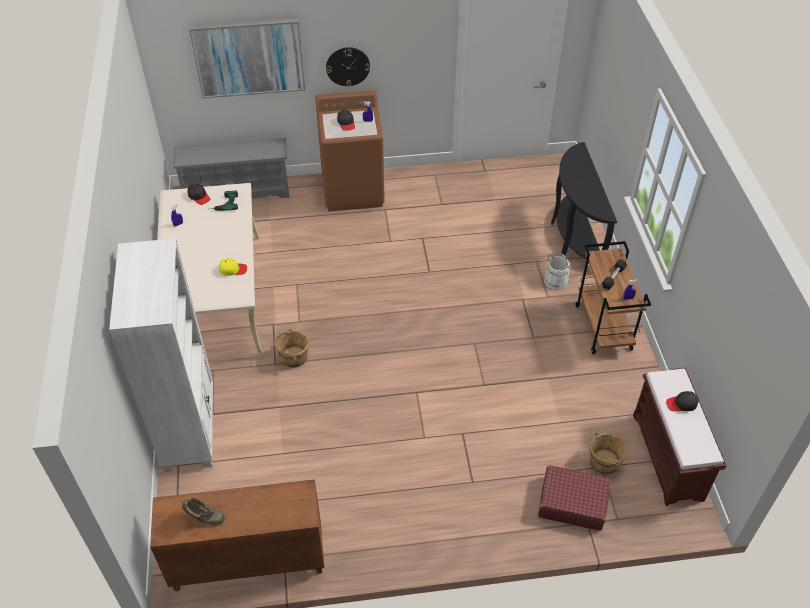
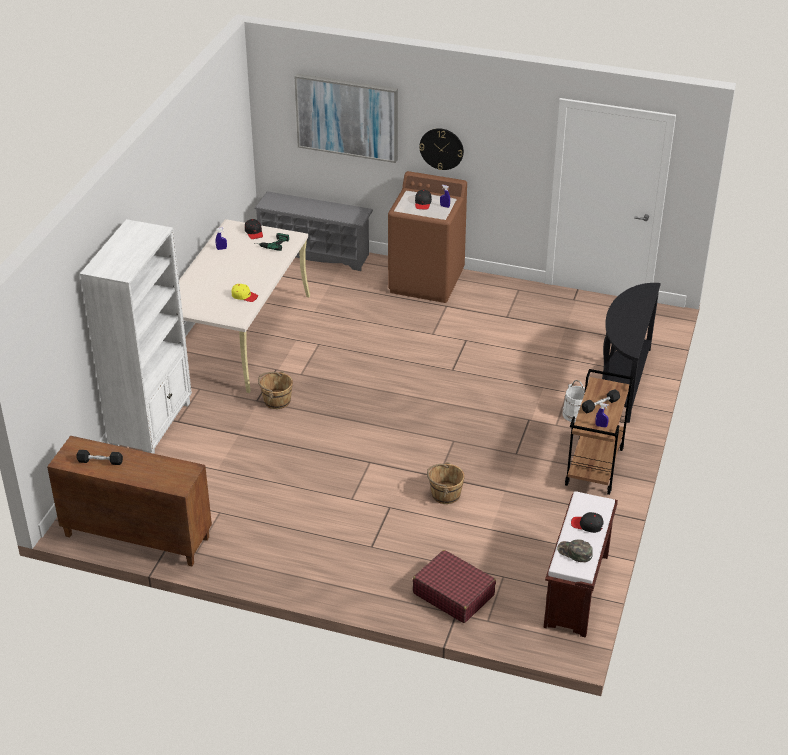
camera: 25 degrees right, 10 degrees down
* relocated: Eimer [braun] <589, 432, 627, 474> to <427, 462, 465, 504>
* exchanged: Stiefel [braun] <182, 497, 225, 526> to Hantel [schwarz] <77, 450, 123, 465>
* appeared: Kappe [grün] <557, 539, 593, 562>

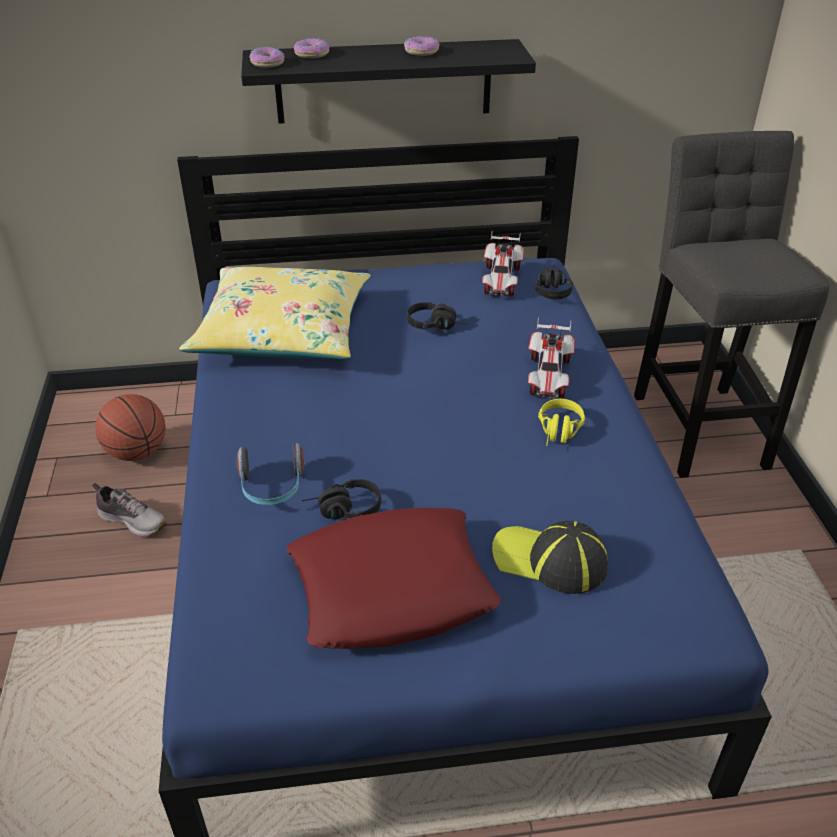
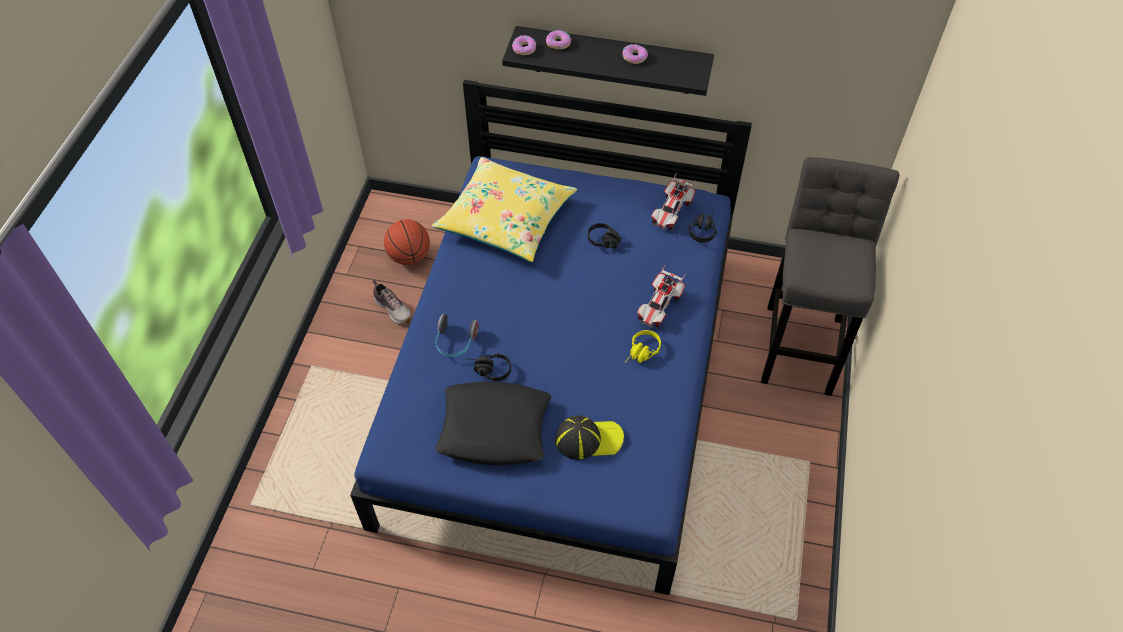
camera: 20 degrees right, 15 degrees up
* colour: Kissen [rot] <287, 508, 501, 649> to Kissen [schwarz] <435, 381, 551, 465>
* spun: Kappe <492, 521, 608, 594> = <555, 415, 624, 460> 135 degrees clockwise

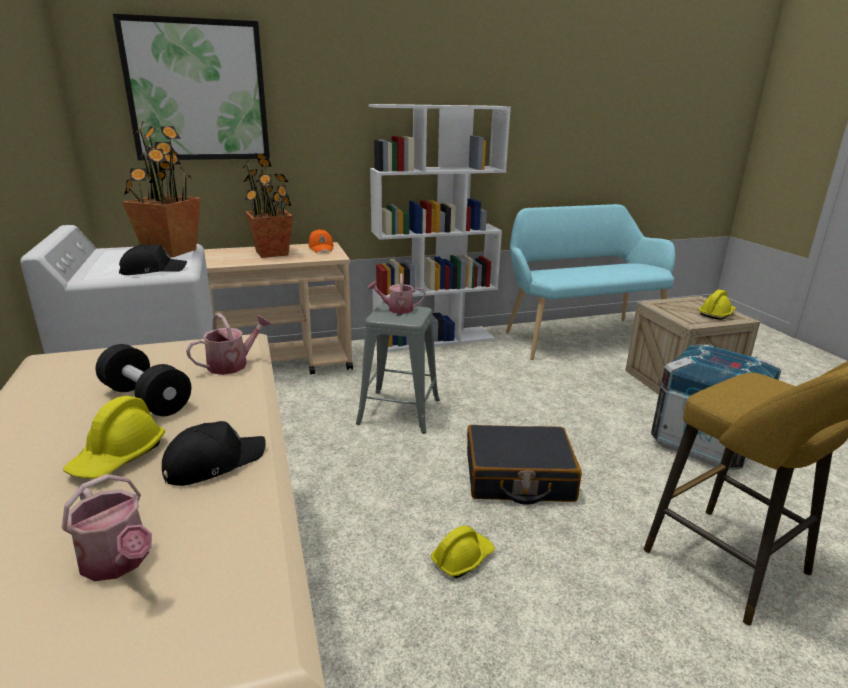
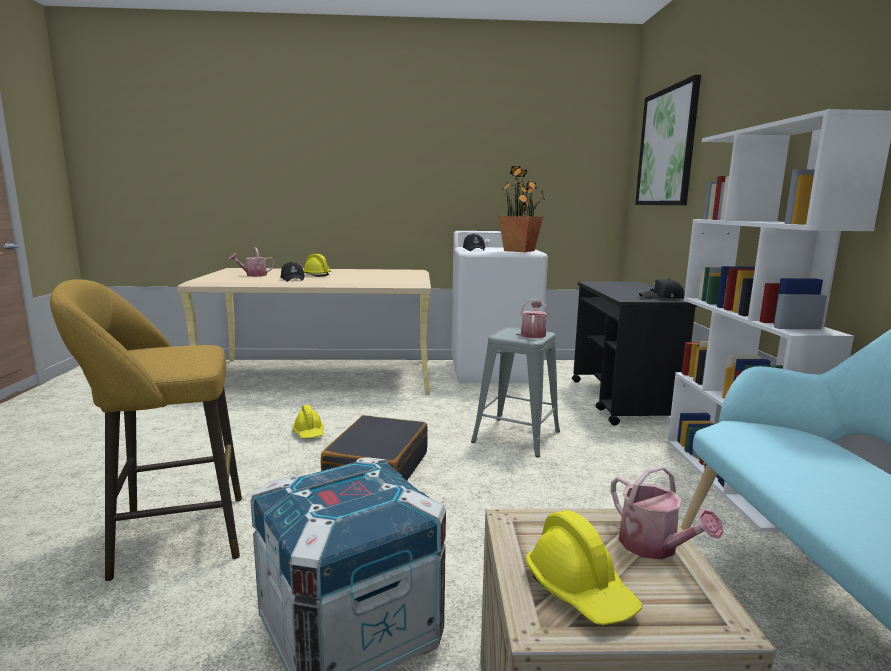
camera: 105 degrees right, 10 degrees down
* missing: Topfpflanze <242, 153, 293, 258>
* colour: Kappe [orange] <308, 229, 334, 253> to Kappe [schwarz] <639, 278, 685, 299>
* colour: Rollwagen [beige] <204, 242, 353, 374> to Rollwagen [schwarz] <572, 281, 697, 426>
* relocated: Gießkanne <186, 313, 271, 375> to <611, 466, 724, 560>
* missing: Hantel [schwarz] <96, 344, 191, 416>

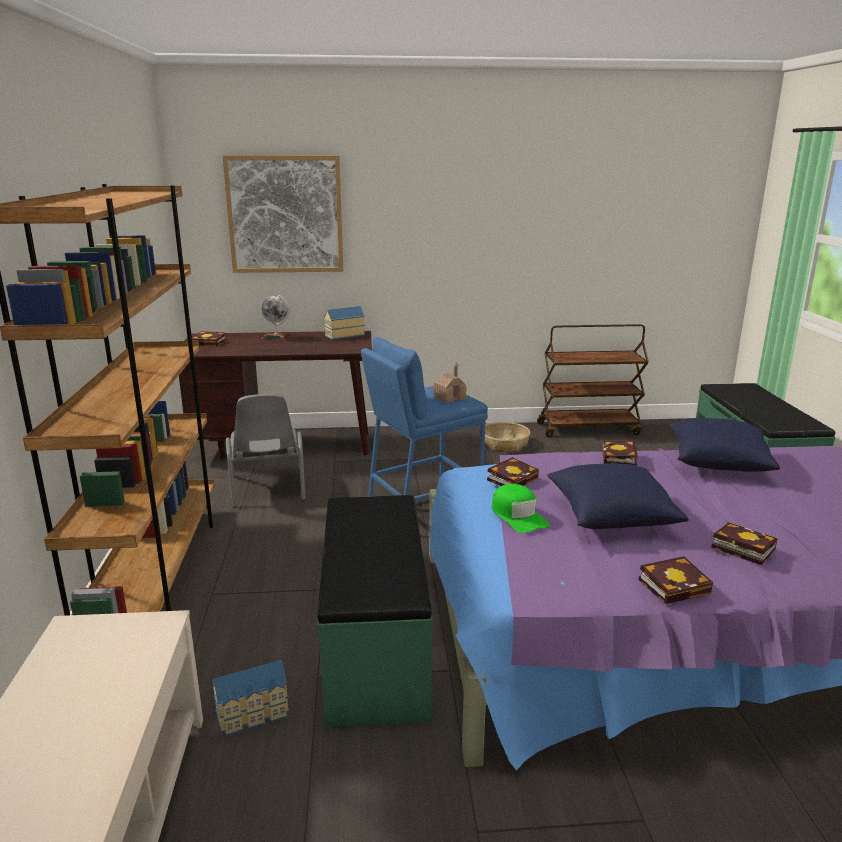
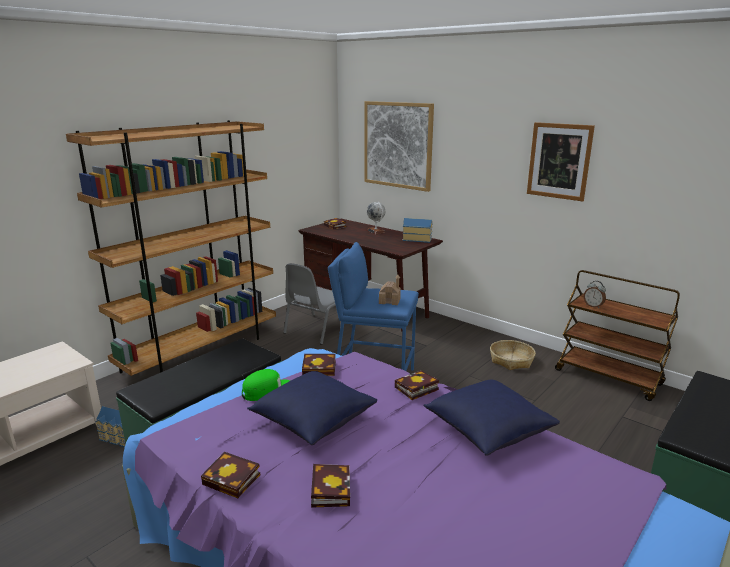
camera: 45 degrees right, 0 degrees up
* spun: Kappe [grün] <492, 484, 550, 533> = <242, 369, 290, 401> 135 degrees counterclockwise
* appeared: Bild <527, 122, 595, 201>
* appeared: Wecker <584, 281, 606, 308>

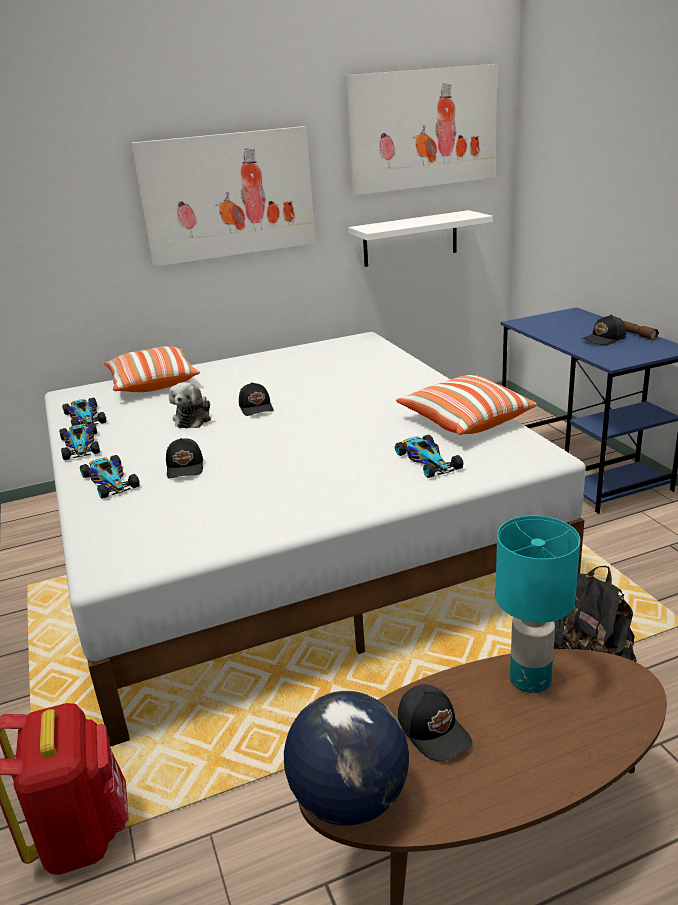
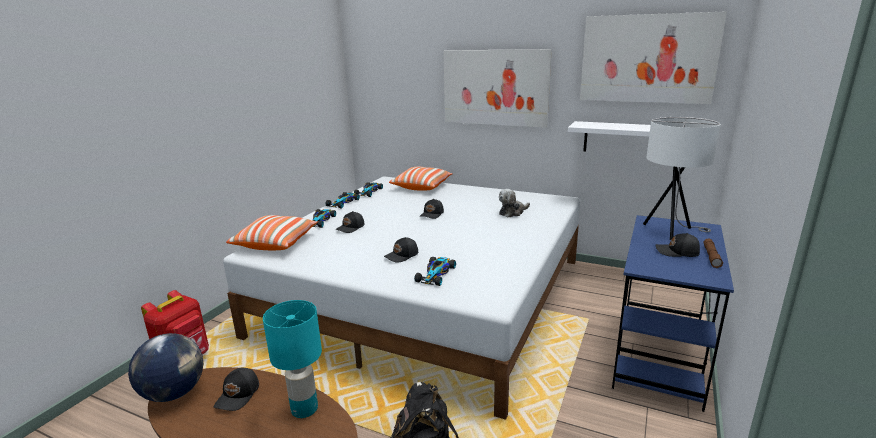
camera: 45 degrees right, 5 degrees down
* relocated: Kissen <396, 375, 537, 435> to <226, 215, 318, 250>
* relocated: Plüschtier <169, 382, 211, 428> to <499, 189, 530, 218>
* appeared: Tischlampe [weiß] <643, 117, 721, 240>
* appeared: Kappe [schwarz] <384, 237, 418, 262>

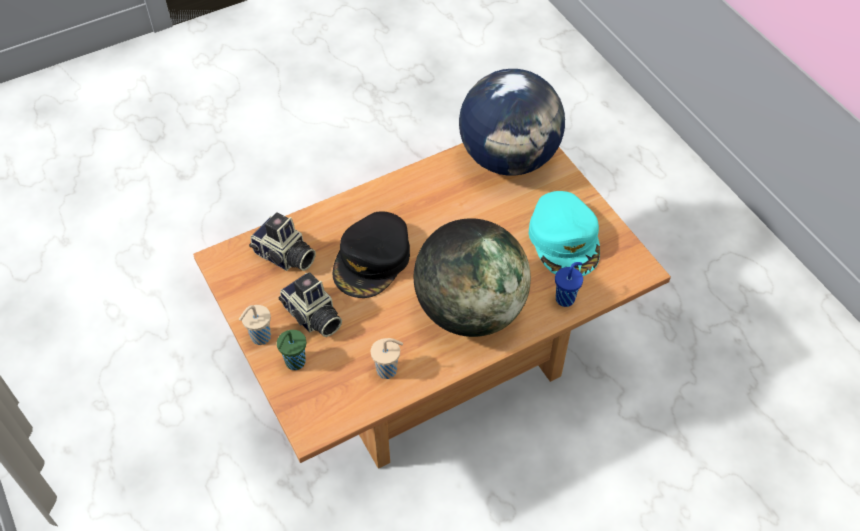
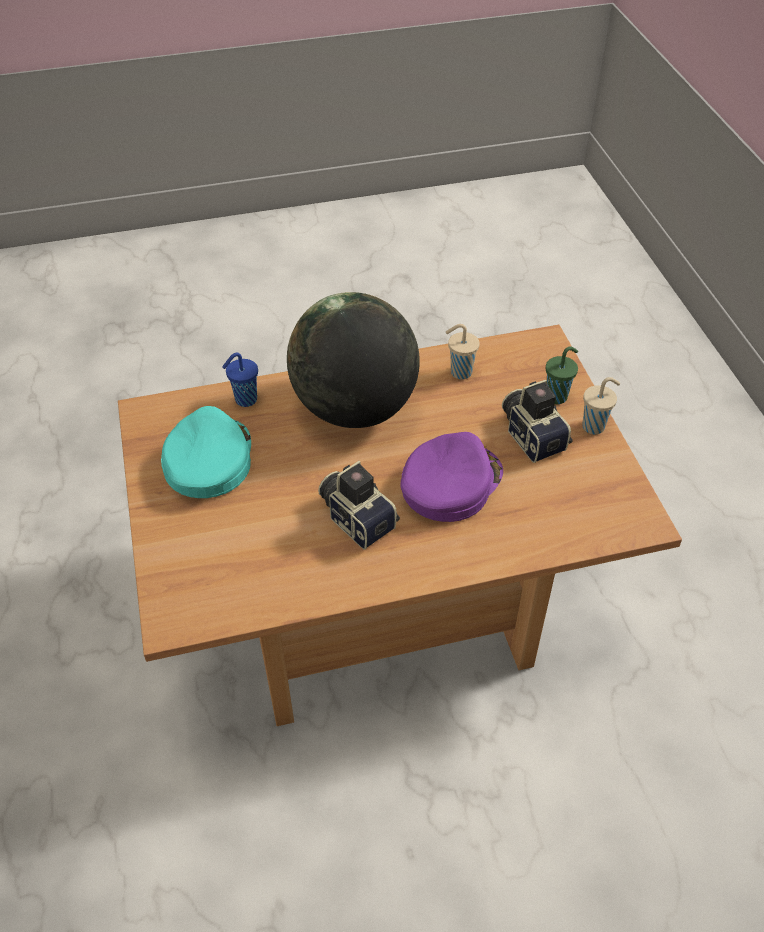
camera: 165 degrees left, 5 degrees down
* missing: Globus <459, 69, 565, 176>
* colour: Kappe [schwarz] <332, 211, 410, 298> to Kappe [lila] <400, 432, 503, 522>
* relocated: Kamera <249, 212, 316, 271> to <318, 461, 400, 550>

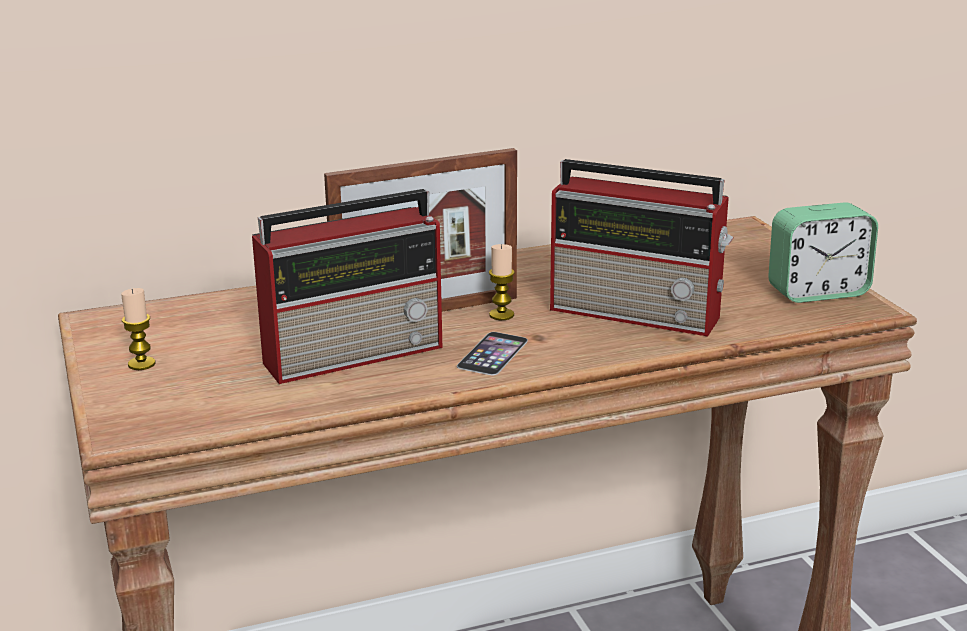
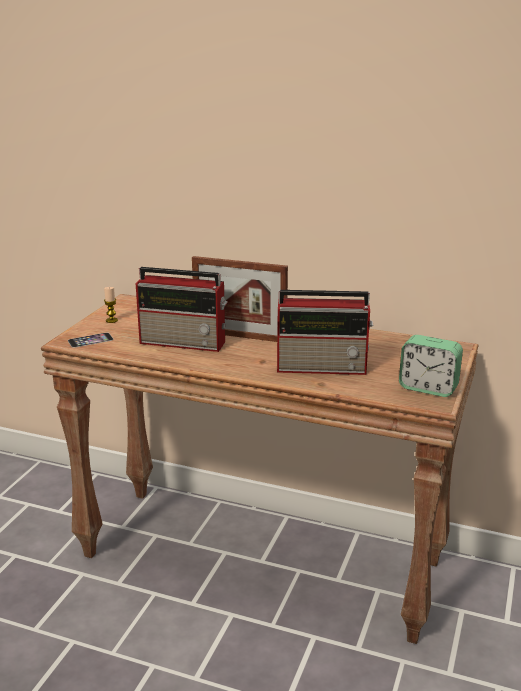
camera: 40 degrees right, 0 degrees up
* spun: Radio <550, 159, 733, 337> = <277, 290, 373, 375> 60 degrees counterclockwise
* missing: Kerze <489, 244, 515, 320>
* relocated: Handy <457, 332, 528, 375> to <68, 333, 114, 348>

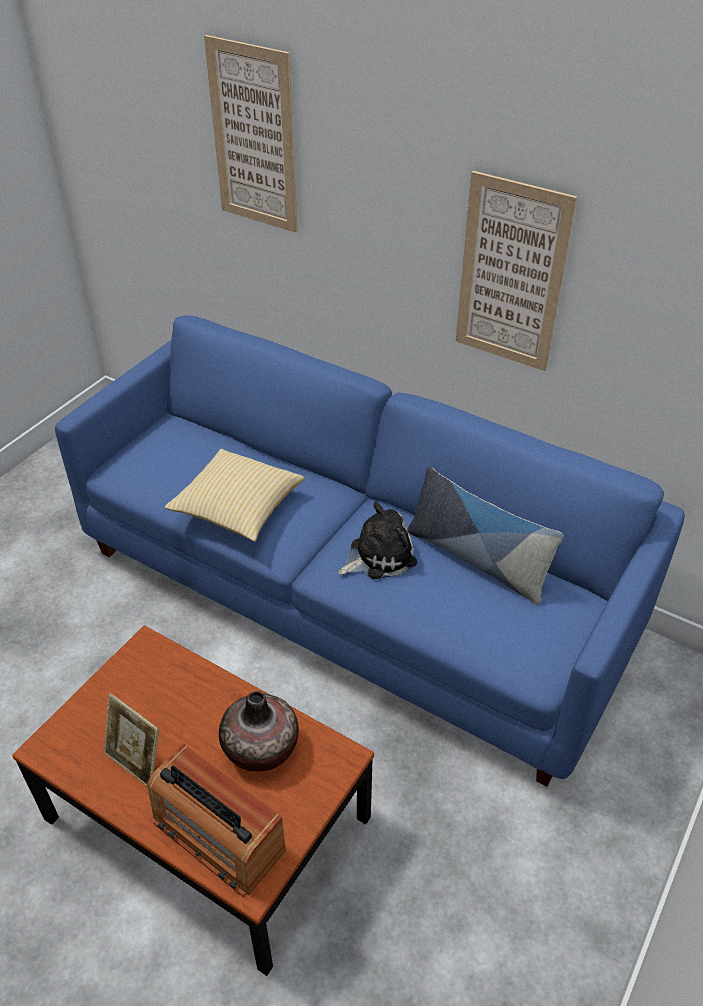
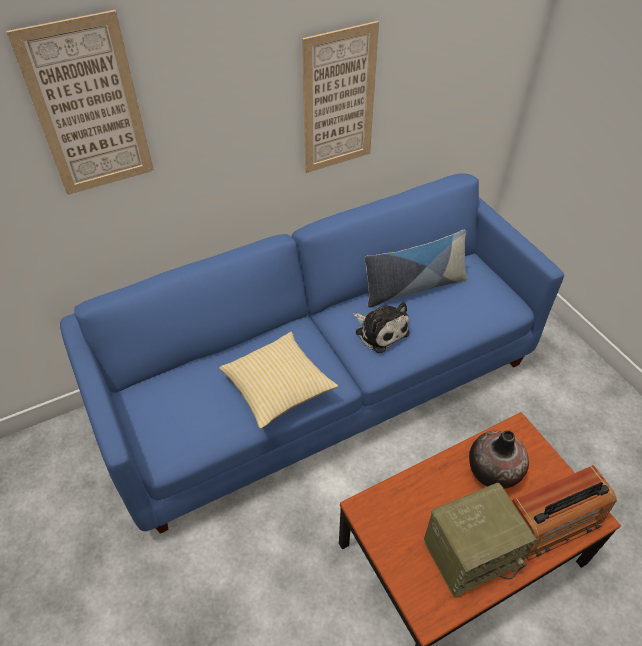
camera: 60 degrees left, 5 degrees up
* spun: Plüschtier <338, 502, 417, 579> = <353, 302, 410, 353> 135 degrees clockwise
* exchanged: Bilderrahmen <104, 693, 159, 786> to Radio <424, 483, 537, 597>

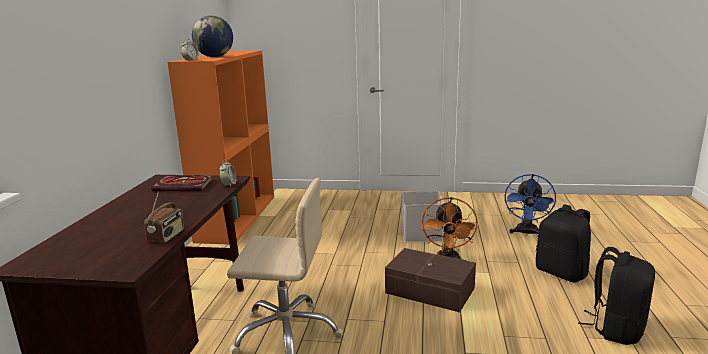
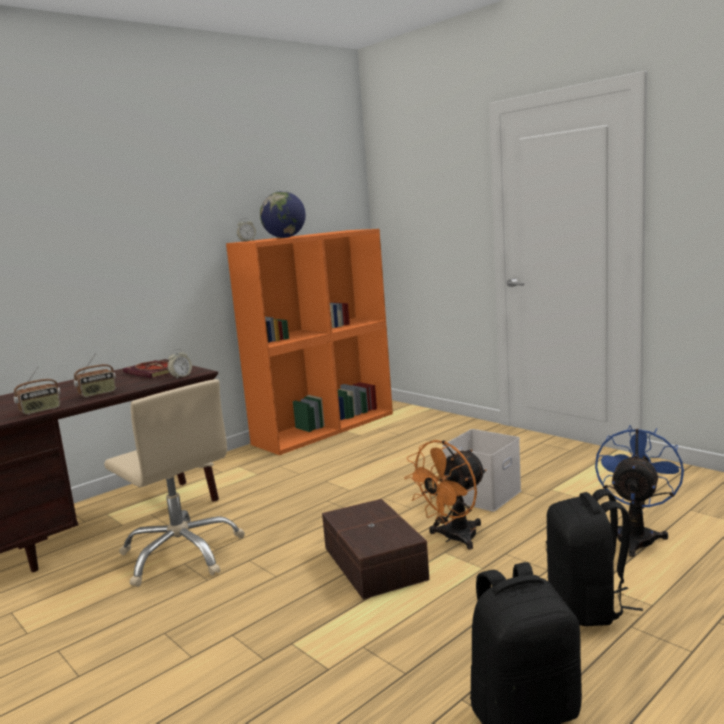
camera: 40 degrees right, 5 degrees down
* spun: Ventilator [blau] <504, 174, 556, 236> = <595, 425, 684, 557> 150 degrees clockwise
* appeared: Radio <74, 353, 116, 398>

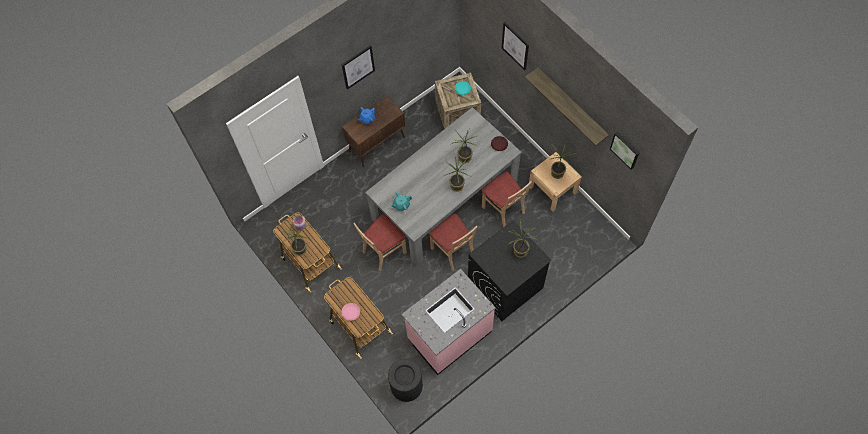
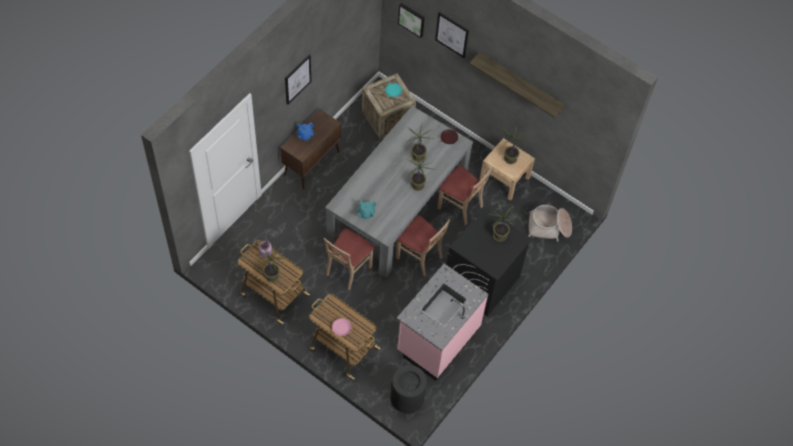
camera: 20 degrees left, 5 degrees down
* relocated: Bild <610, 132, 640, 170> to <398, 3, 425, 38>
* appeared: Korb <528, 205, 572, 242>

